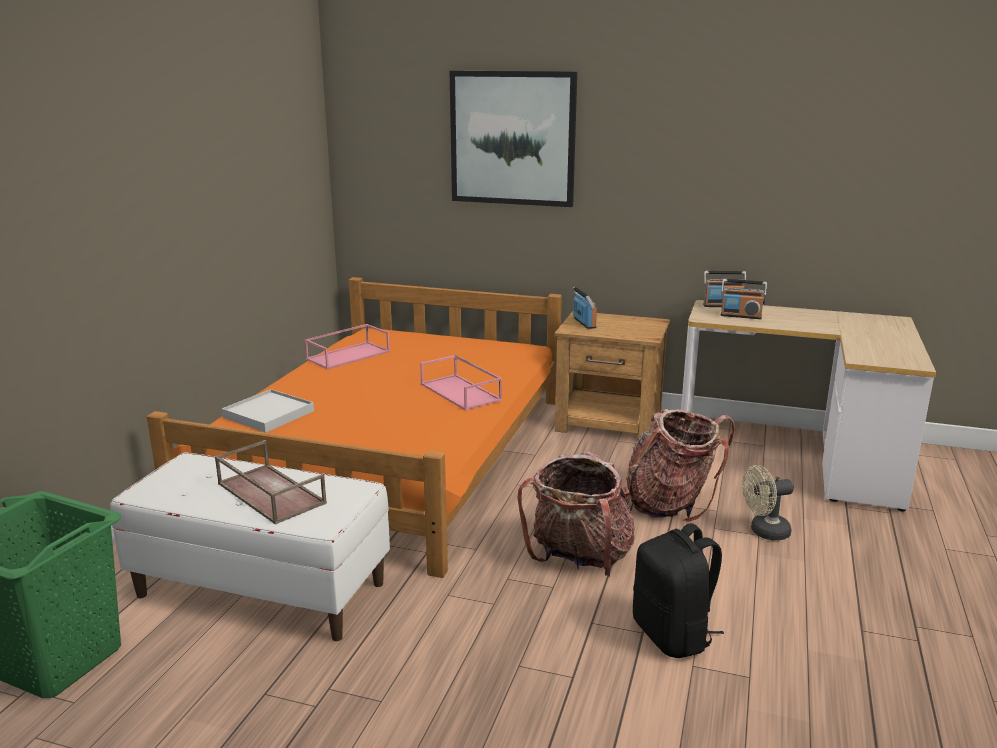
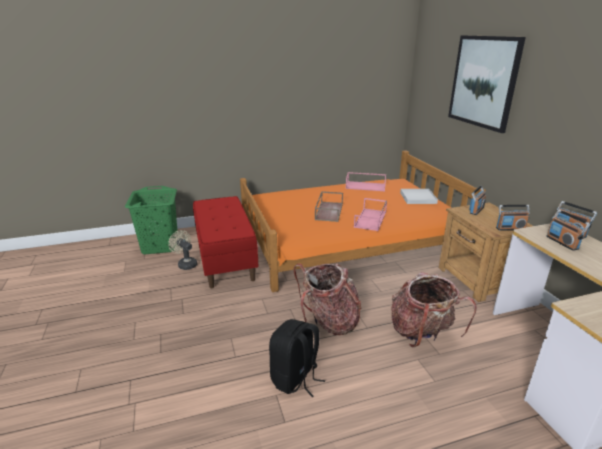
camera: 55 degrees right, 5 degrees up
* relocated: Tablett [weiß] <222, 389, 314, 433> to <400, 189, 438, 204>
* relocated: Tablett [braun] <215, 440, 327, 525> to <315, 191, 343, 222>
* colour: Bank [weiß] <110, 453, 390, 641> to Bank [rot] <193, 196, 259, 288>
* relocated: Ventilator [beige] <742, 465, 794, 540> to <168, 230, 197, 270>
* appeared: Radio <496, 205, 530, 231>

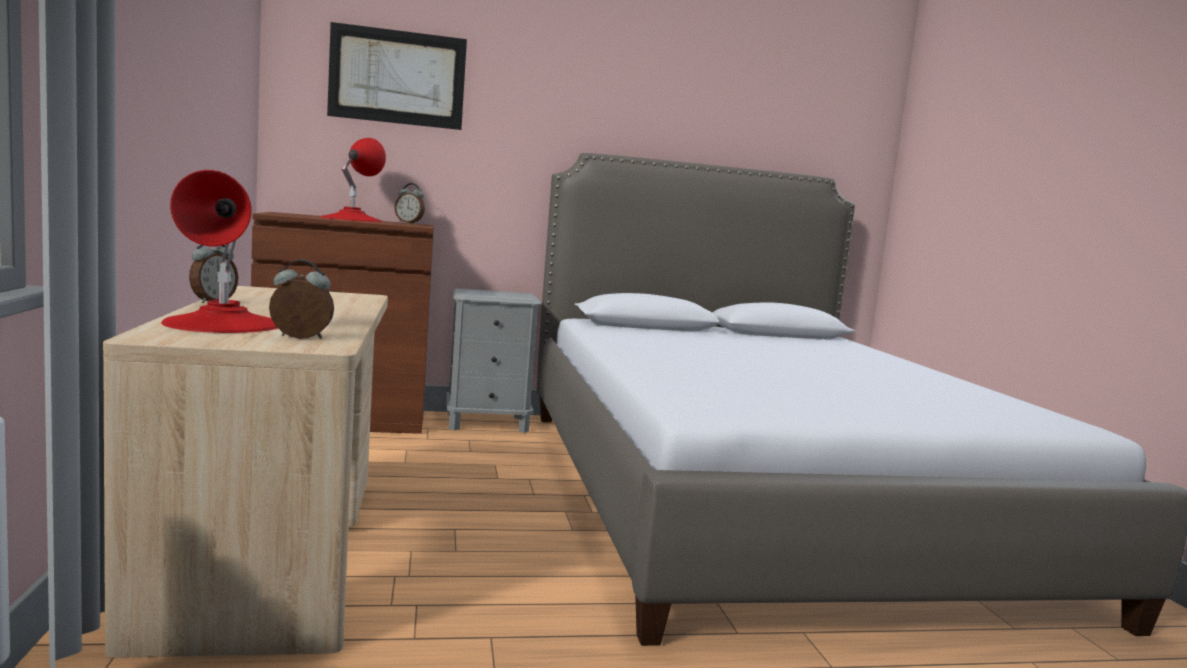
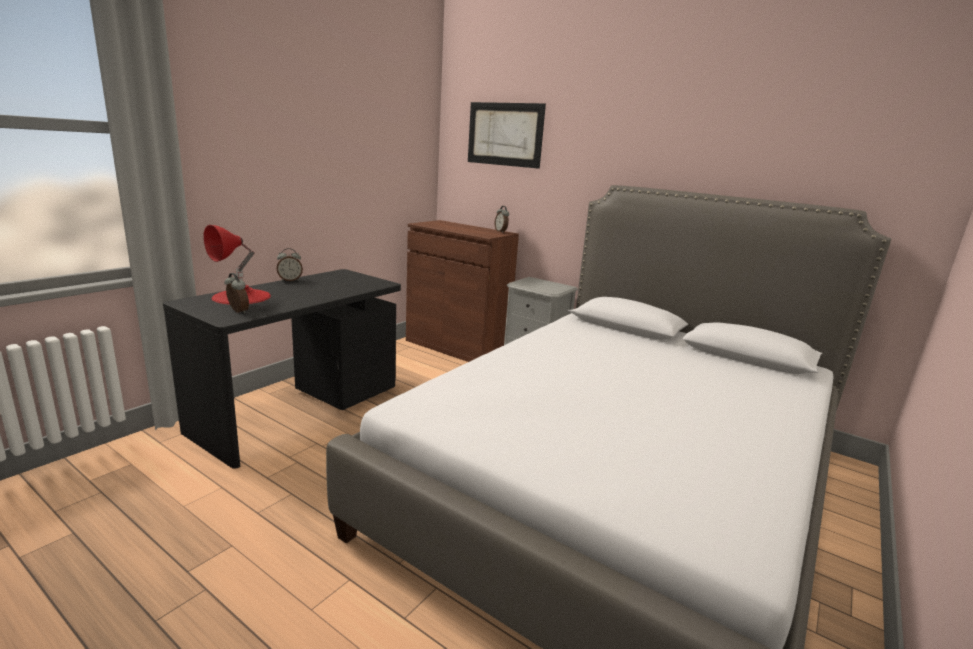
camera: 45 degrees right, 10 degrees up
* missing: Tischlampe [rot] <320, 138, 386, 222>
* colour: Schreibtisch [beige] <103, 286, 388, 658> to Schreibtisch [schwarz] <163, 269, 401, 469>

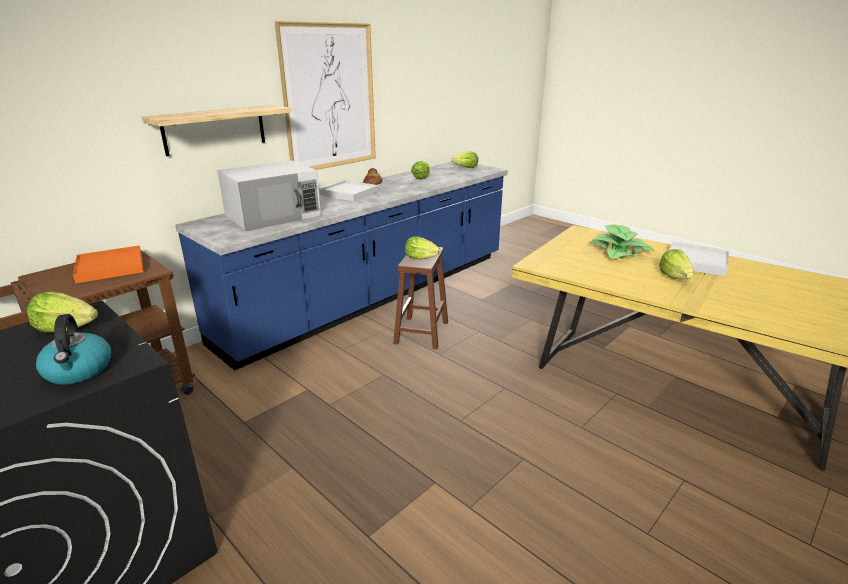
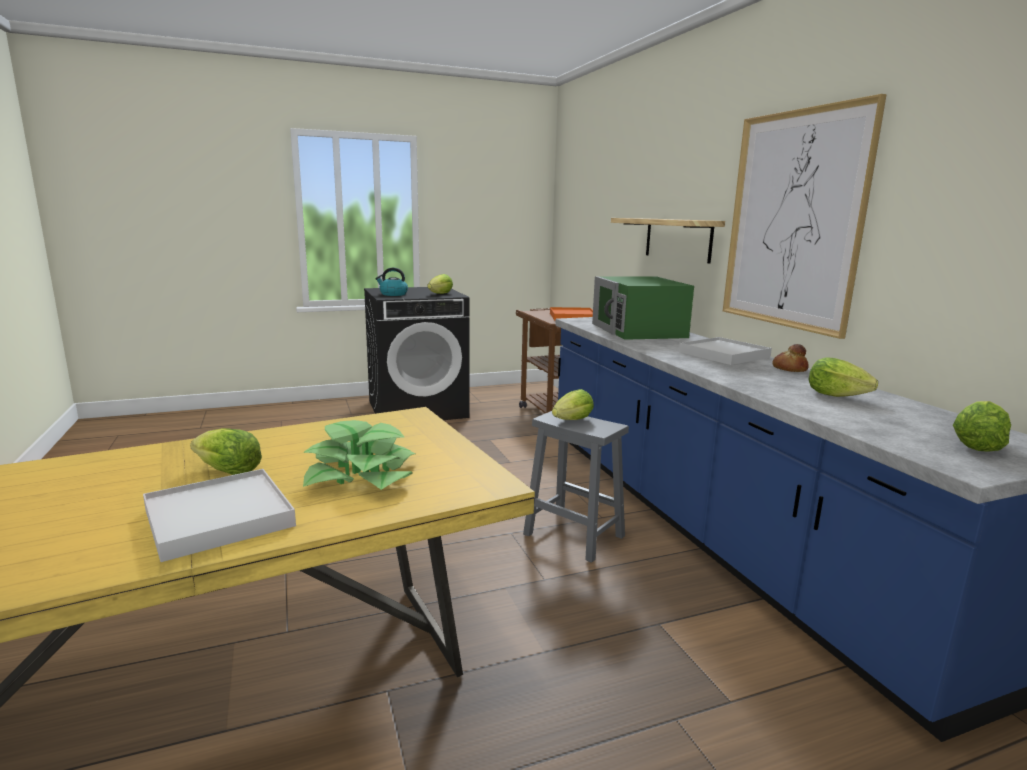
camera: 115 degrees right, 10 degrees down
* colour: Mikrowelle [weiß] <217, 160, 321, 231> to Mikrowelle [grün] <592, 276, 694, 340>
* colour: Hocker [braun] <393, 247, 448, 349> to Hocker [grau] <523, 411, 629, 563>

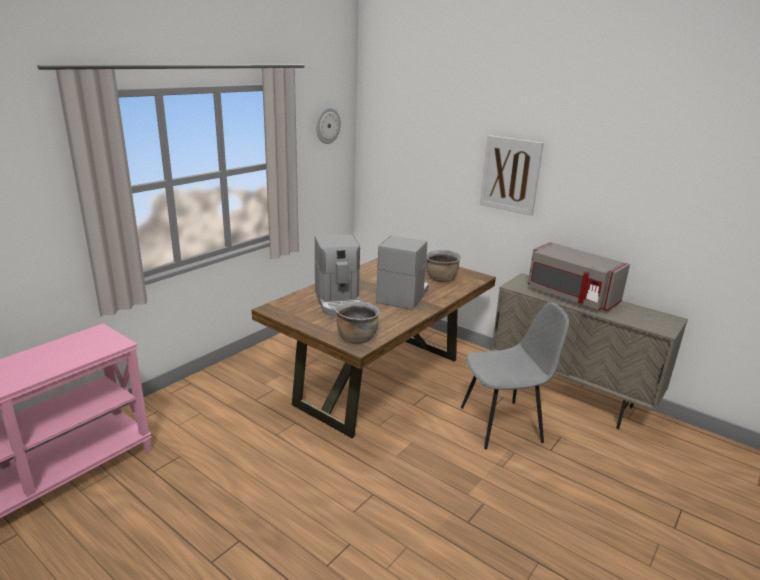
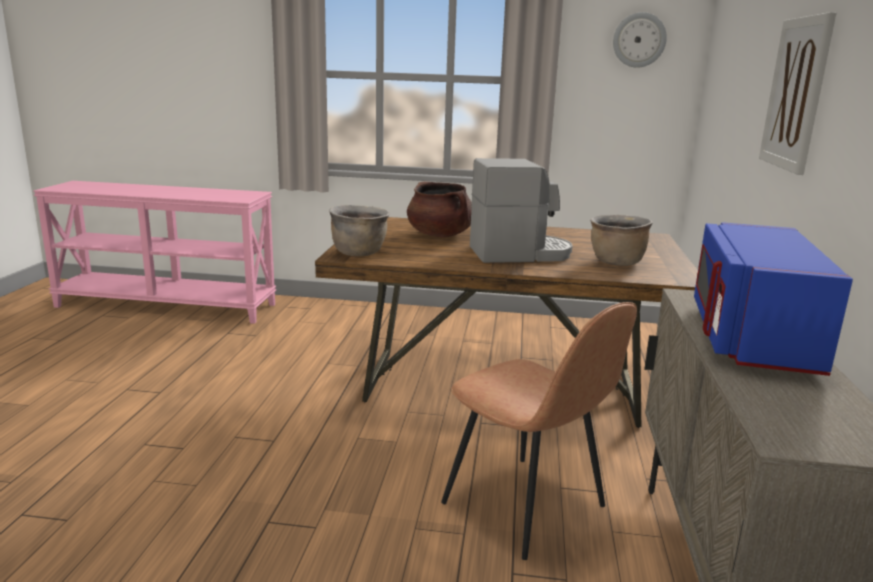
camera: 60 degrees right, 5 degrees down
* exchanged: Kaffeemaschine <314, 234, 361, 317> to Kochtopf [braun] <407, 182, 472, 238>
* colour: Mikrowelle [grau] <528, 242, 630, 311> to Mikrowelle [blau] <694, 222, 853, 376>
* colour: Stuhl [grau] <461, 302, 569, 450> to Stuhl [braun] <441, 302, 637, 560>

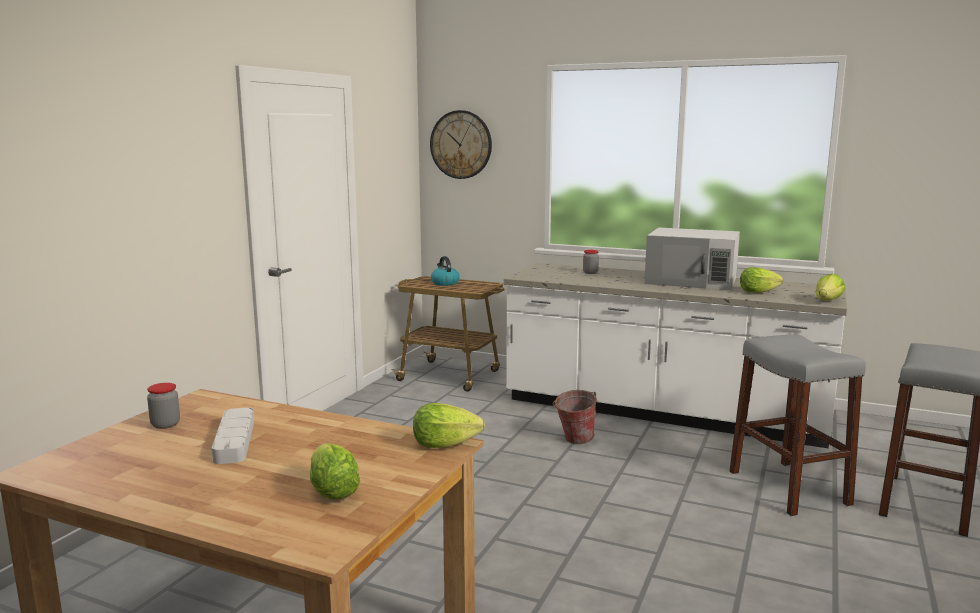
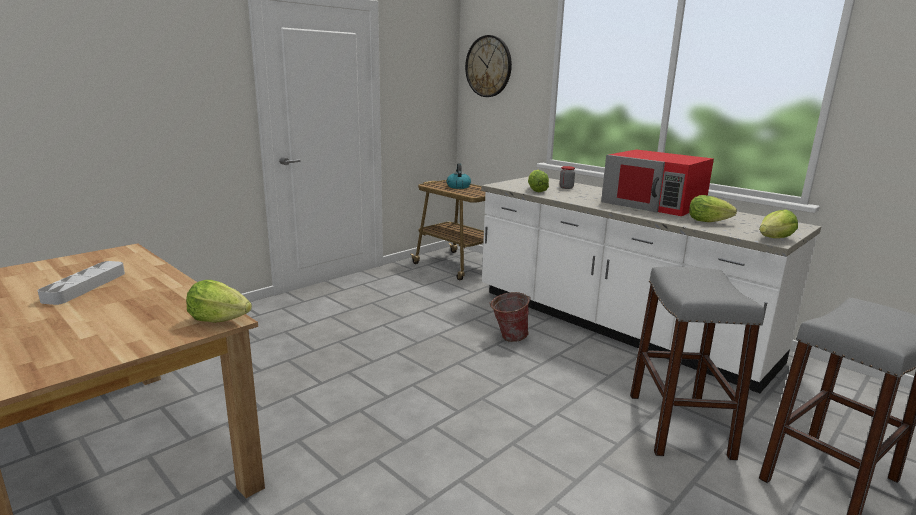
camera: 20 degrees right, 5 degrees up
* colour: Mikrowelle [weiß] <644, 227, 740, 290> to Mikrowelle [rot] <601, 149, 714, 216>
* missing: Vorratsglas <147, 383, 180, 429>
* relocated: Salatkopf <310, 443, 360, 500> to <528, 170, 549, 192>

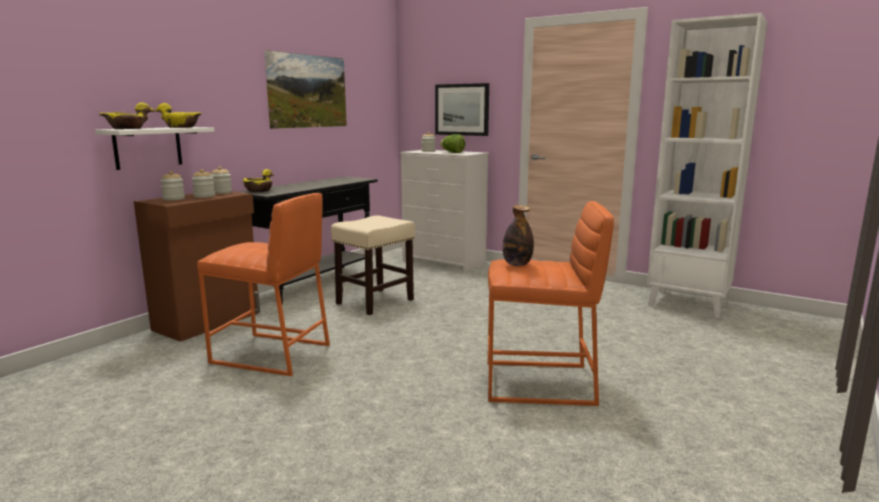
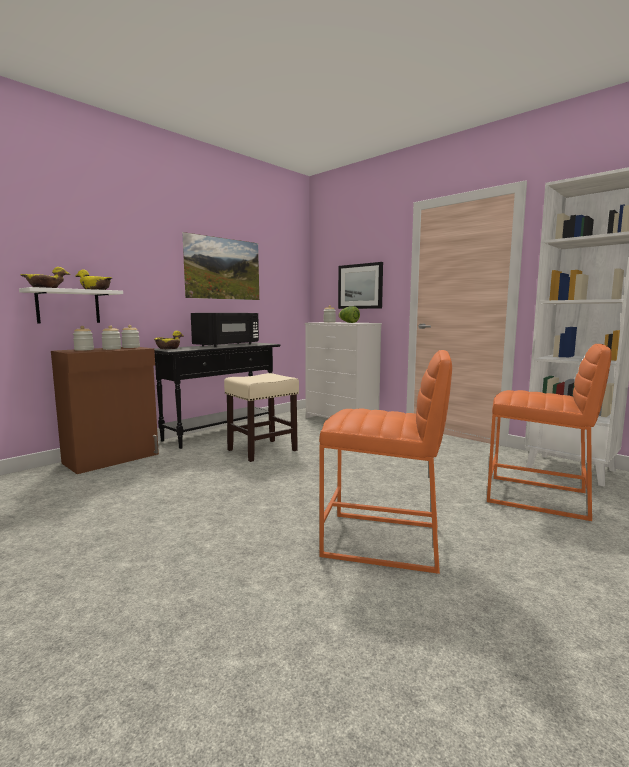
camera: 10 degrees right, 5 degrees down
* relocated: Hocker [orange] <197, 193, 330, 376> to <487, 344, 612, 521>
* missing: Flasche <503, 205, 534, 266>
* appeared: Mikrowelle [schwarz] <191, 313, 259, 347>

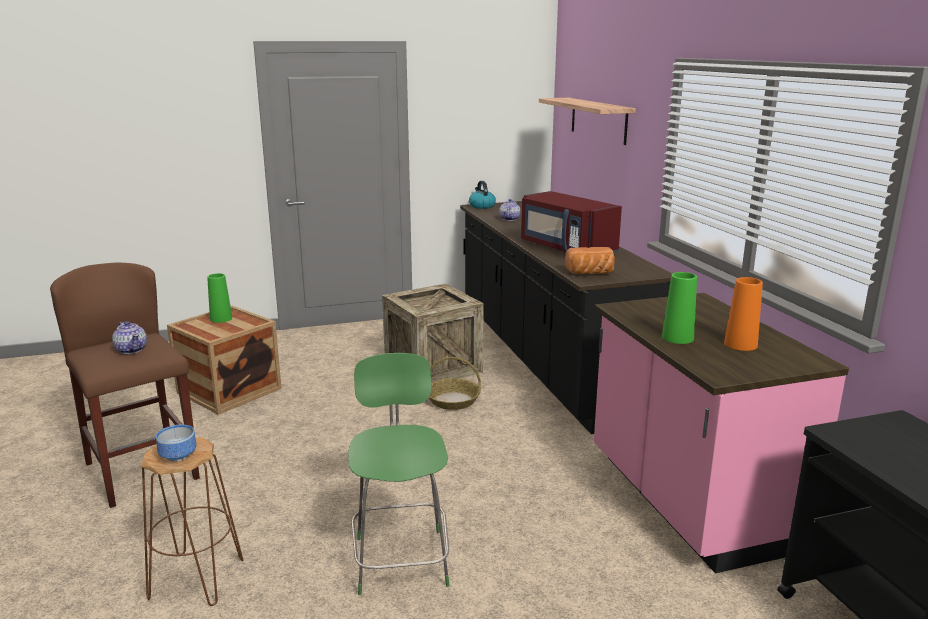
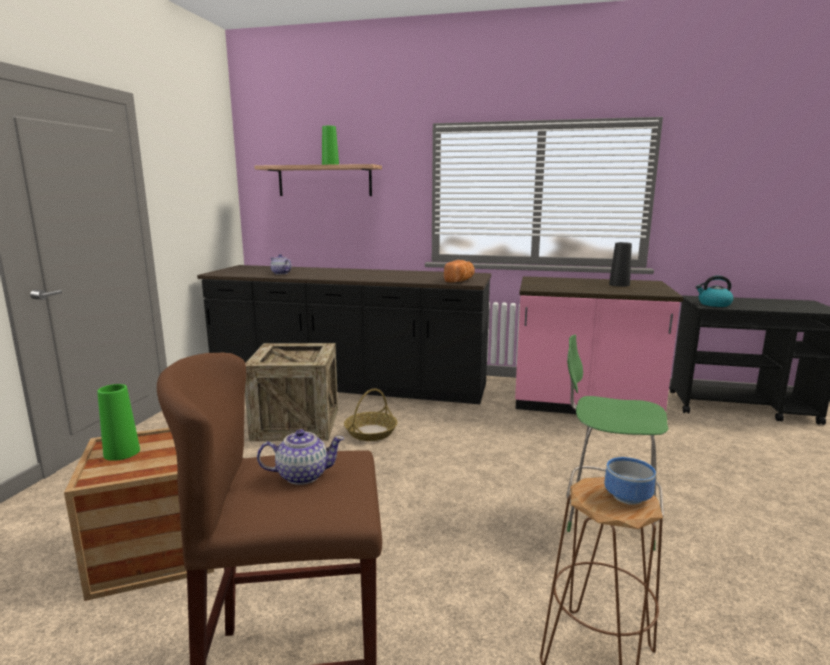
camera: 60 degrees left, 5 degrees down
* relocated: Wasserkessel <469, 181, 496, 209> to <696, 275, 734, 307>
* missing: Mikrowelle [rot] <521, 191, 622, 252>
* relocated: Vase [grün] <662, 272, 697, 344> to <322, 126, 339, 165>
* colour: Vase [orange] <724, 277, 763, 351> to Vase [schwarz] <609, 242, 632, 287>

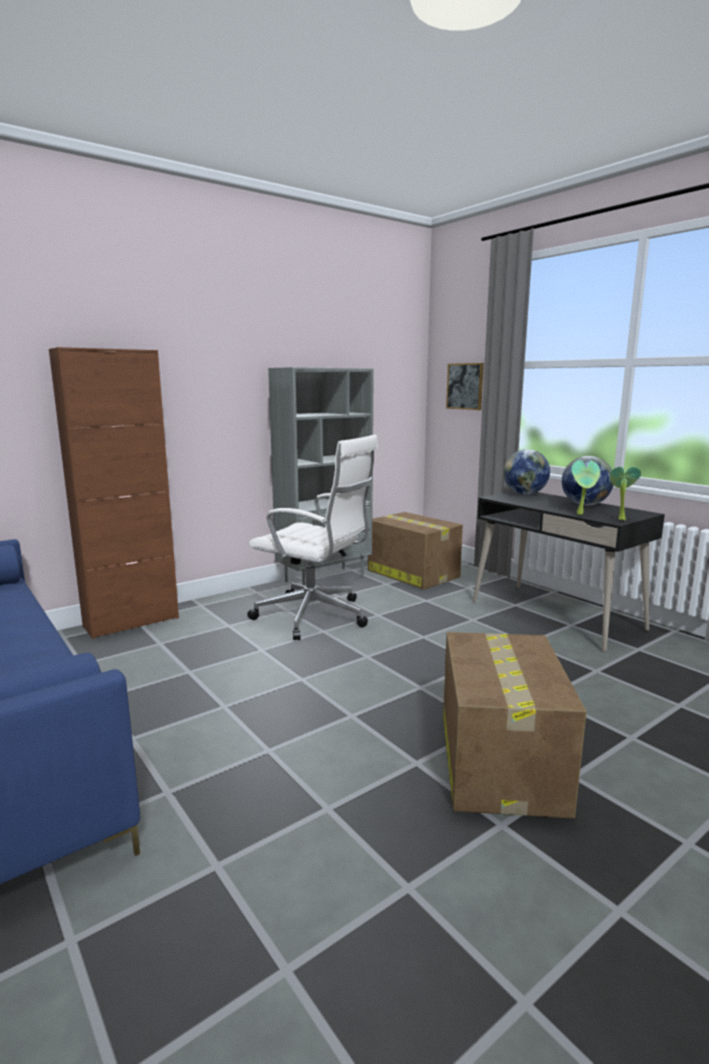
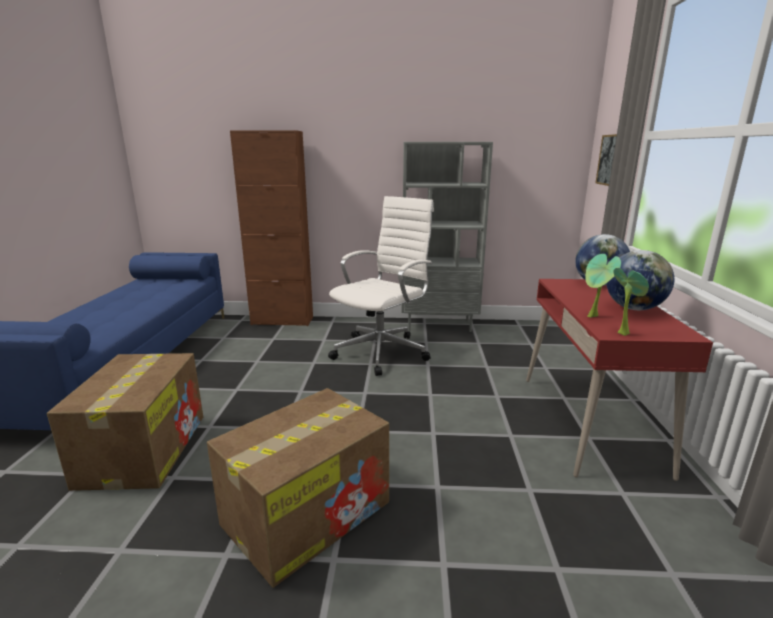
camera: 40 degrees right, 5 degrees up
* spun: Bürostuhl [weiß] <247, 435, 378, 640> = <328, 196, 434, 376> 120 degrees counterclockwise
* colour: Schreibtisch [schwarz] <473, 491, 665, 652> to Schreibtisch [rot] <526, 279, 713, 481>
* relocated: Karton <368, 512, 463, 589> to <47, 353, 203, 491>

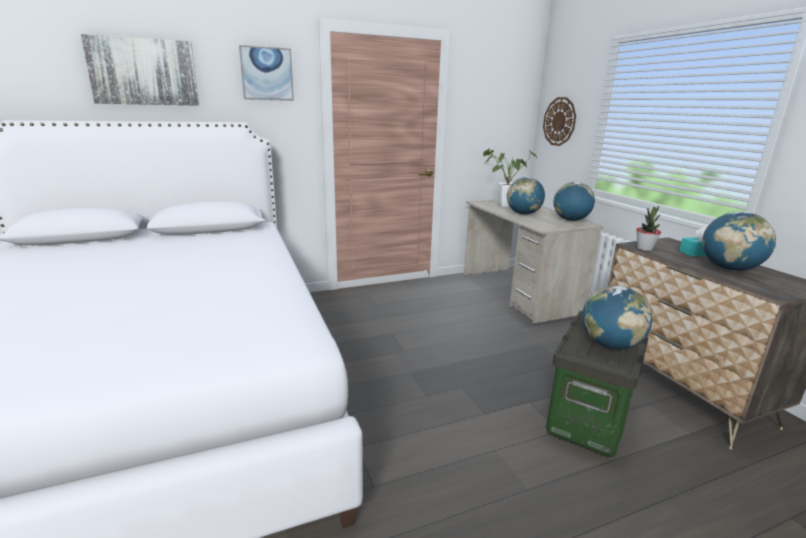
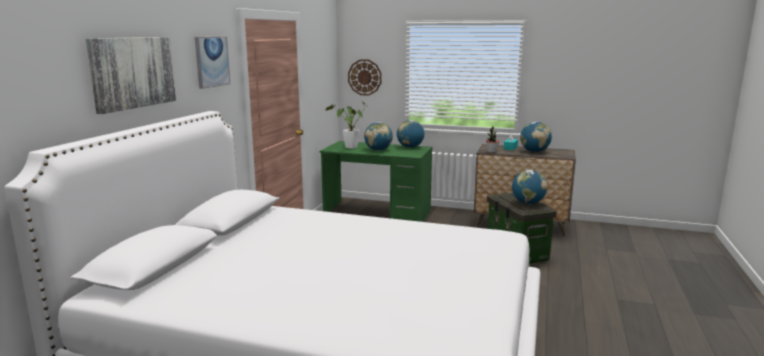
camera: 50 degrees left, 5 degrees down
* colour: Schreibtisch [beige] <464, 200, 603, 324> to Schreibtisch [grün] <320, 141, 432, 222>

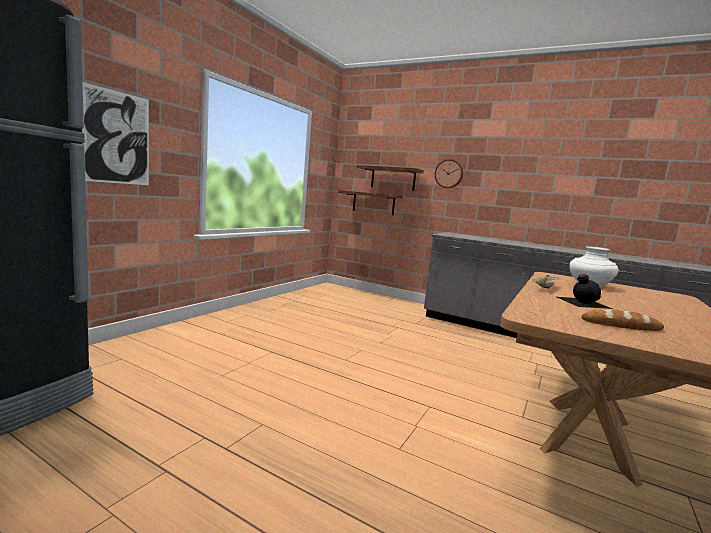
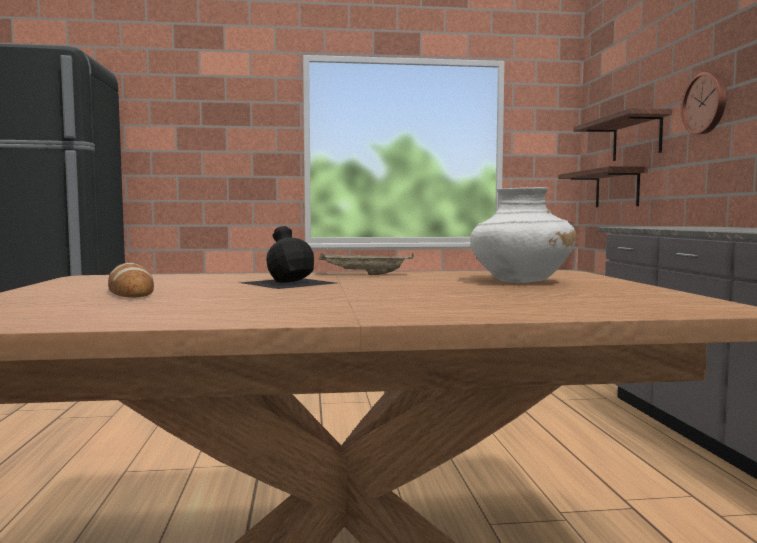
camera: 55 degrees right, 5 degrees down
* missing: Bild <82, 82, 149, 185>

